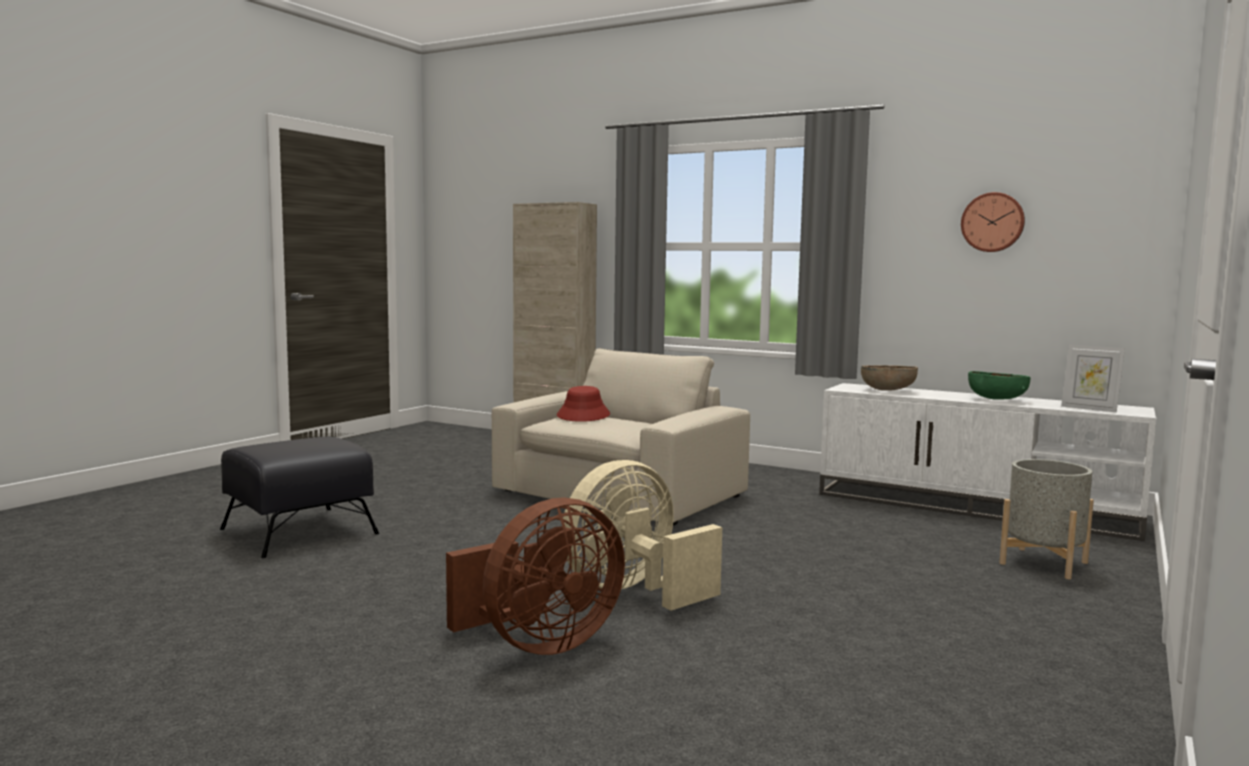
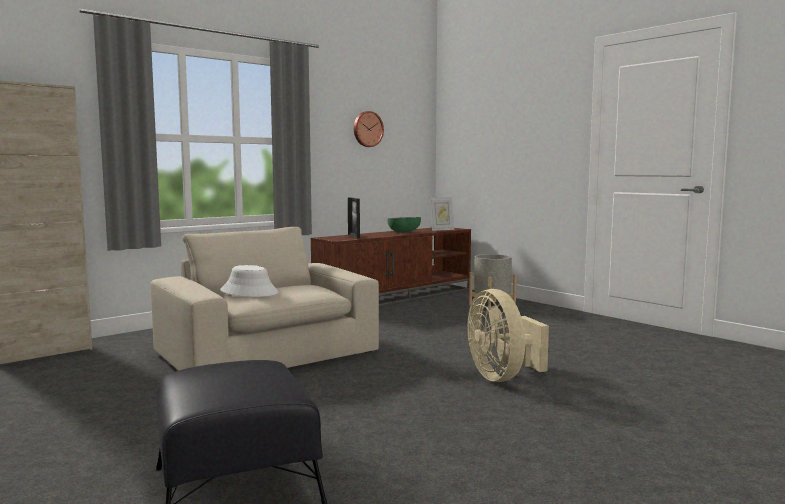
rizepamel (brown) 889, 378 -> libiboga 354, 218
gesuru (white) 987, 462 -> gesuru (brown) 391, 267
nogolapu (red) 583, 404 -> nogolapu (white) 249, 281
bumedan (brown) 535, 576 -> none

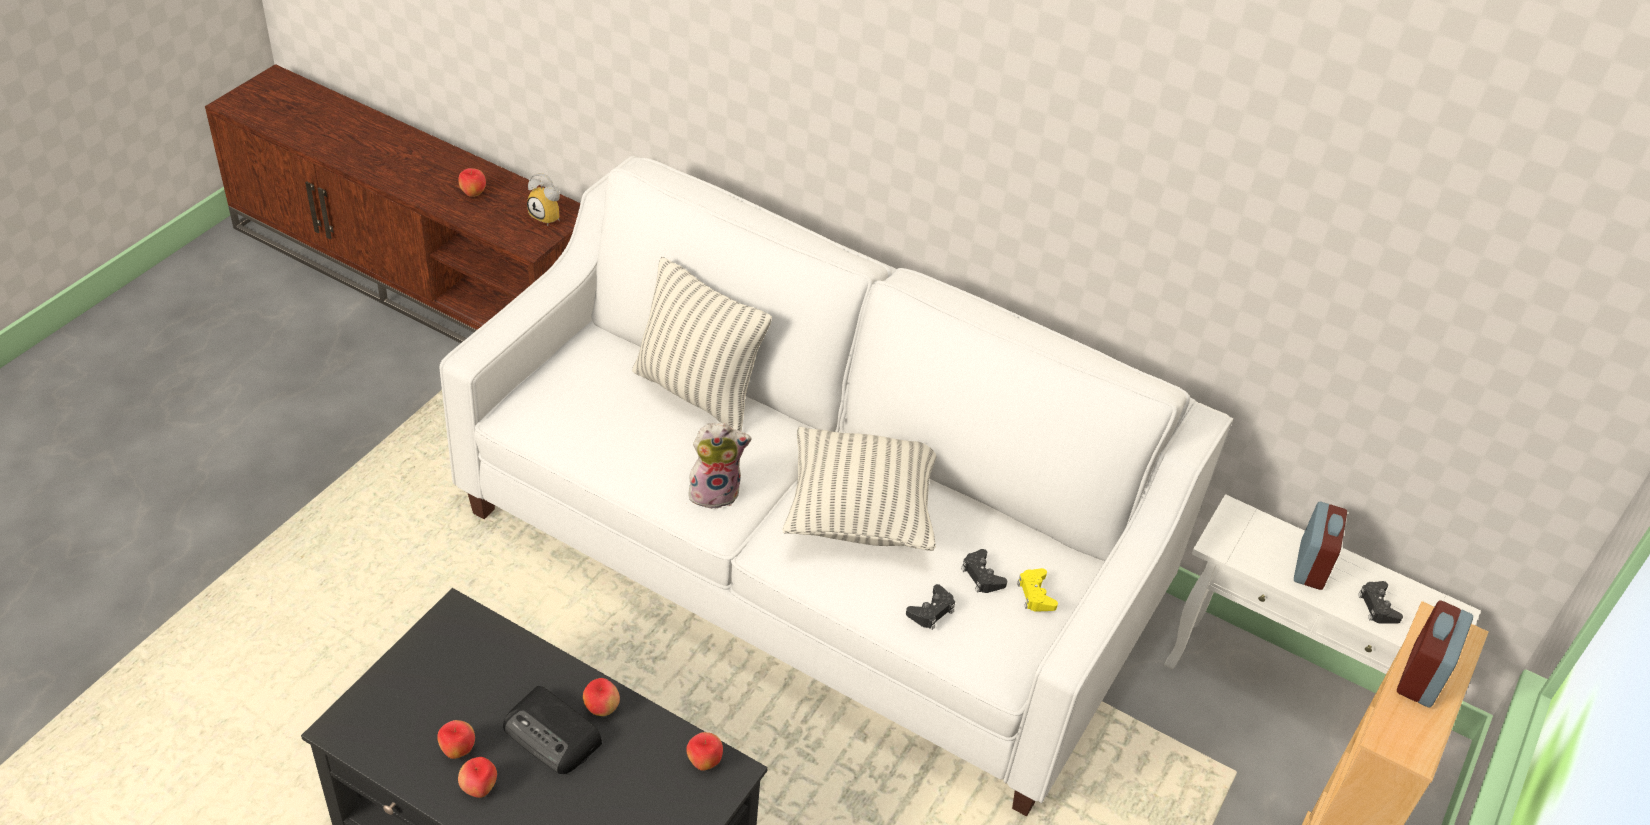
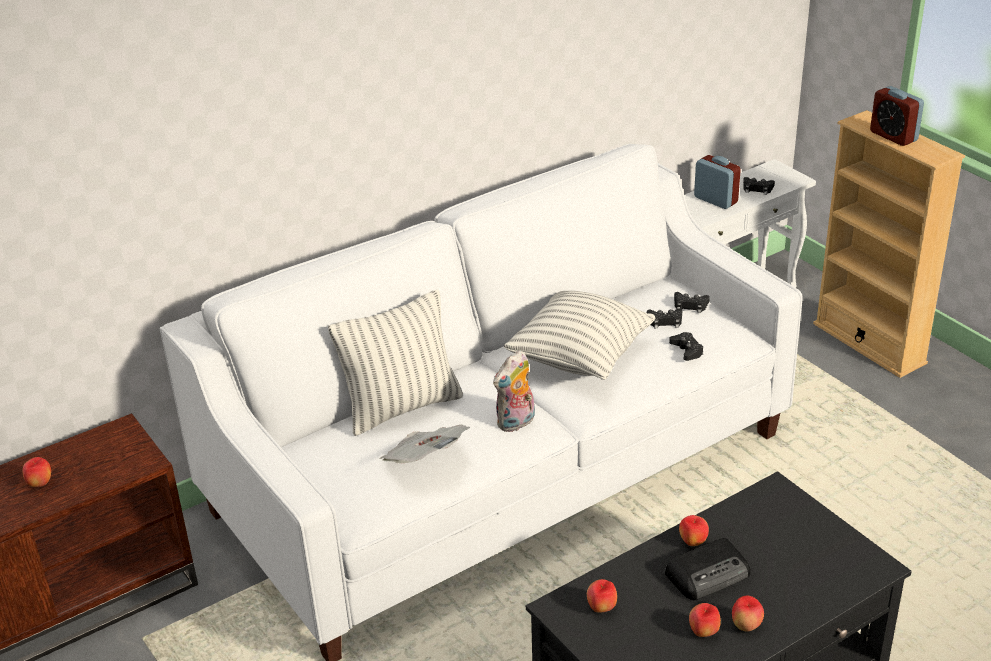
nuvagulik 543, 199 -> none
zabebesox 720, 466 -> zabebesox 514, 391, 150 degrees counterclockwise
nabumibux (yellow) 1037, 590 -> nabumibux (black) 692, 302
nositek 704, 751 -> nositek 602, 596, moved
none -> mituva 424, 443

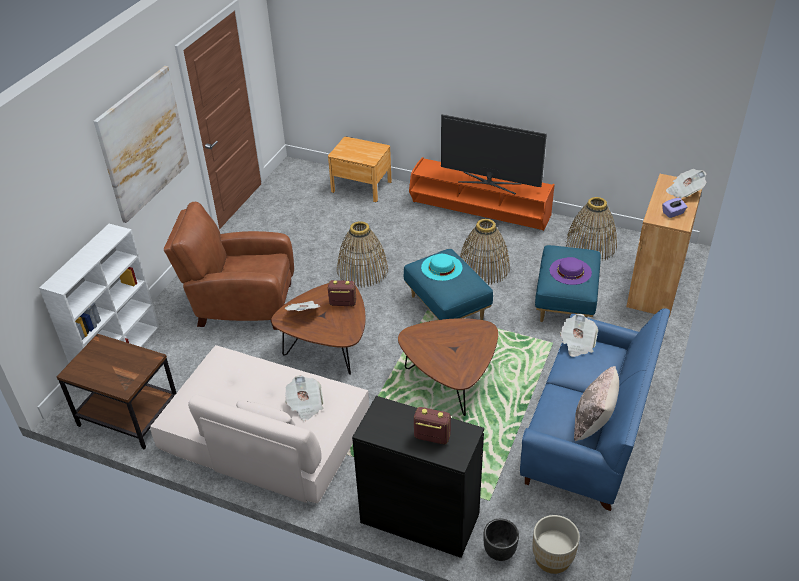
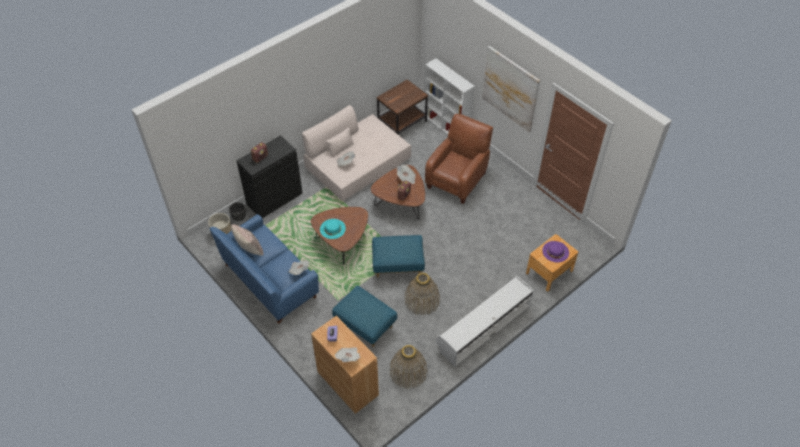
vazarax 494, 154 -> none
gesuru (orange) 482, 194 -> gesuru (white) 485, 321
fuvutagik 362, 254 -> none
nogolapu (turquoise) 442, 267 -> nogolapu (turquoise) 333, 229, moved
nogolapu (purple) 571, 271 -> nogolapu (purple) 555, 251, moved

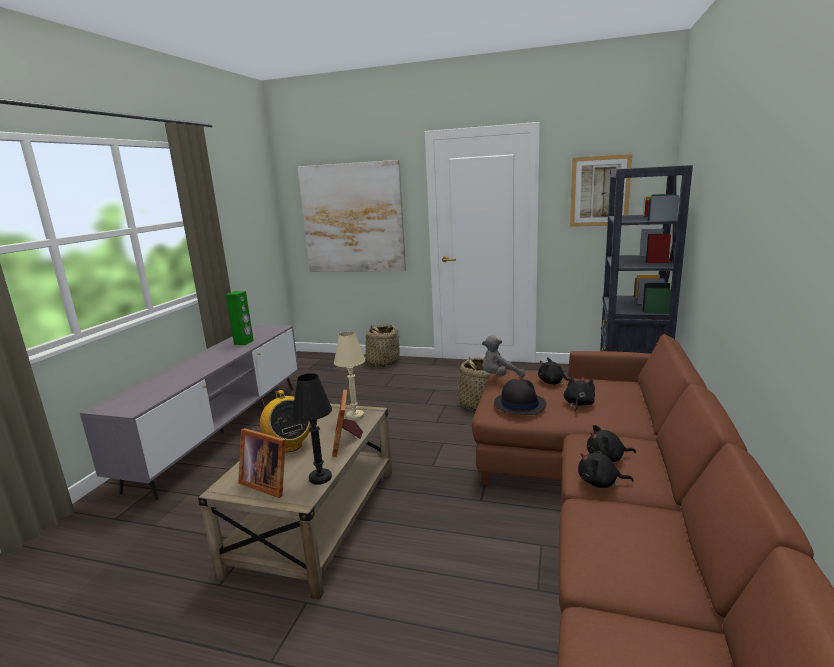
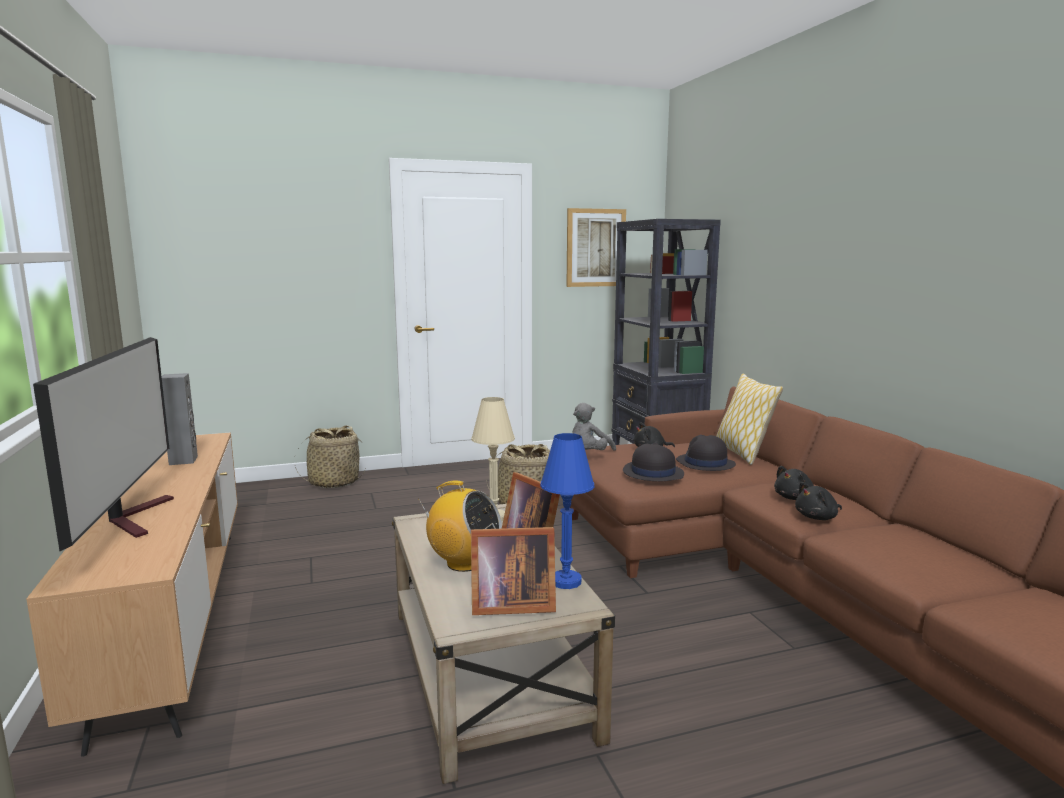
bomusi 352, 216 -> none
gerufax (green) 240, 318 -> gerufax (grey) 179, 419
gesuru (grey) 189, 412 -> gesuru (brown) 132, 594
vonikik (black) 312, 429 -> vonikik (blue) 567, 511
zabebesox (black) 579, 394 -> nogolapu (black) 706, 453
none -> vazarax 103, 444
none -> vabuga 749, 419

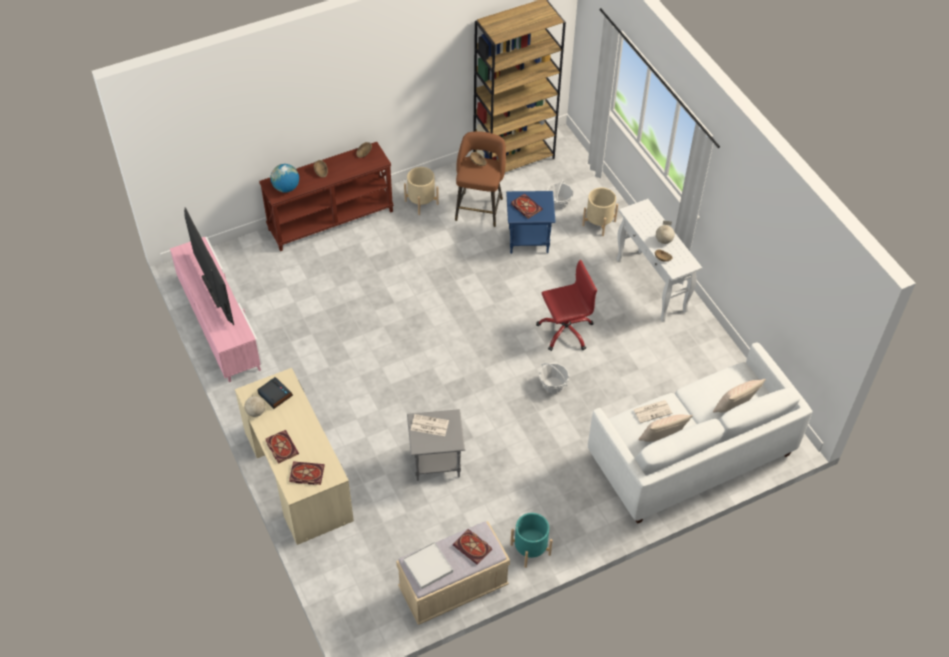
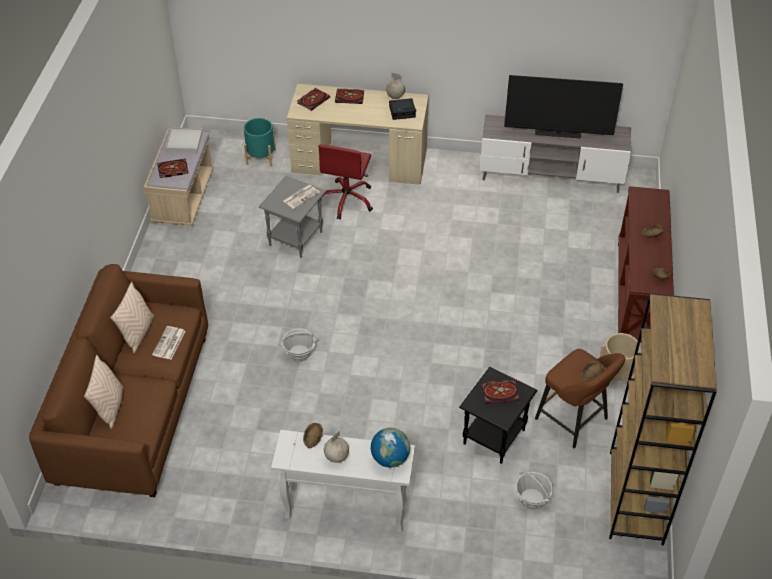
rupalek 284, 178 -> rupalek 390, 448, moved
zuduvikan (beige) 600, 212 -> none
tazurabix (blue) 531, 222 -> tazurabix (black) 498, 415
gesuru (pink) 216, 309 -> gesuru (grey) 555, 154
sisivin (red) 566, 305 -> sisivin (red) 345, 182, moved
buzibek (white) 700, 433 -> buzibek (brown) 118, 380
zuduvikan (turquoise) 531, 540 -> zuduvikan (turquoise) 260, 142, moved

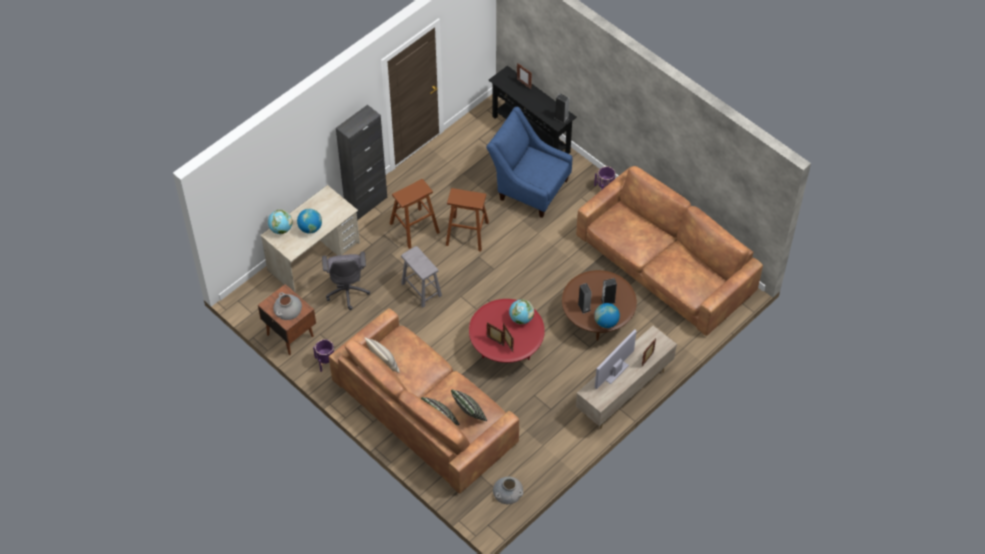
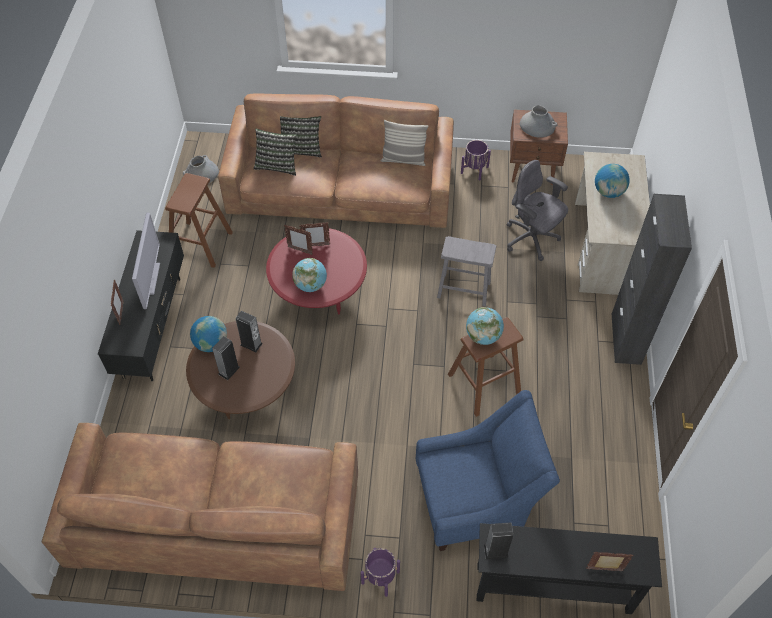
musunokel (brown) 415, 214 -> musunokel (brown) 199, 220, moved
rupalek 280, 222 -> rupalek 485, 326, moved
gesuru (beige) 626, 377 -> gesuru (black) 140, 305

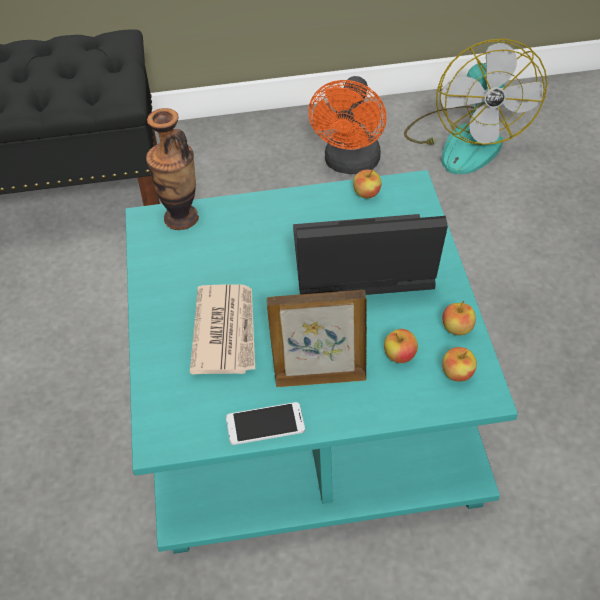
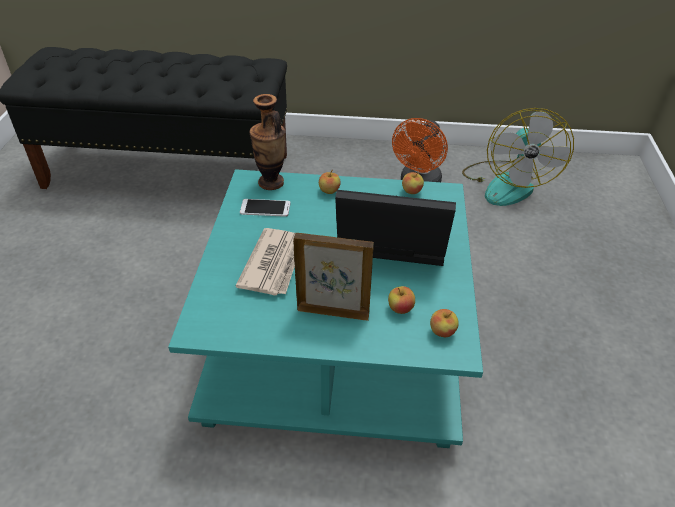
nositek 459, 318 -> nositek 330, 182, moved
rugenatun 265, 423 -> rugenatun 265, 208, moved

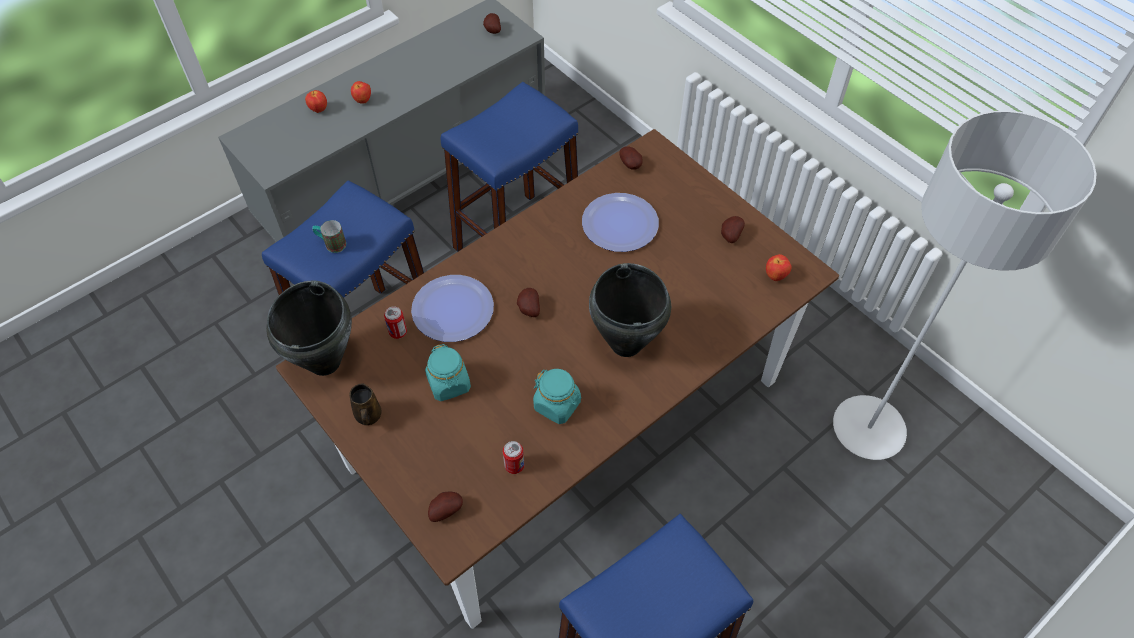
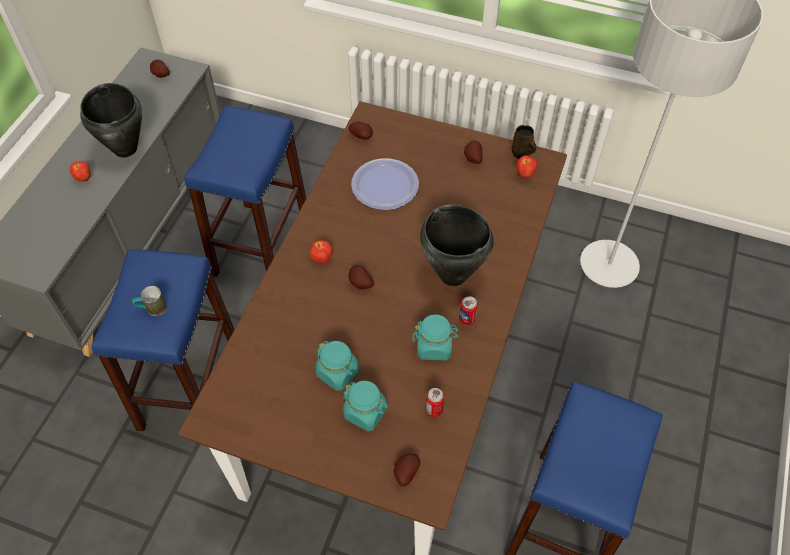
nositek 316, 101 -> nositek 321, 251, moved
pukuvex 452, 308 -> none
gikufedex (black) 309, 328 -> gikufedex (black) 111, 120, moved
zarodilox 395, 322 -> zarodilox 468, 310, moved
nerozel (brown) 365, 404 -> nerozel (brown) 524, 142, moved
none -> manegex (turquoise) 365, 406

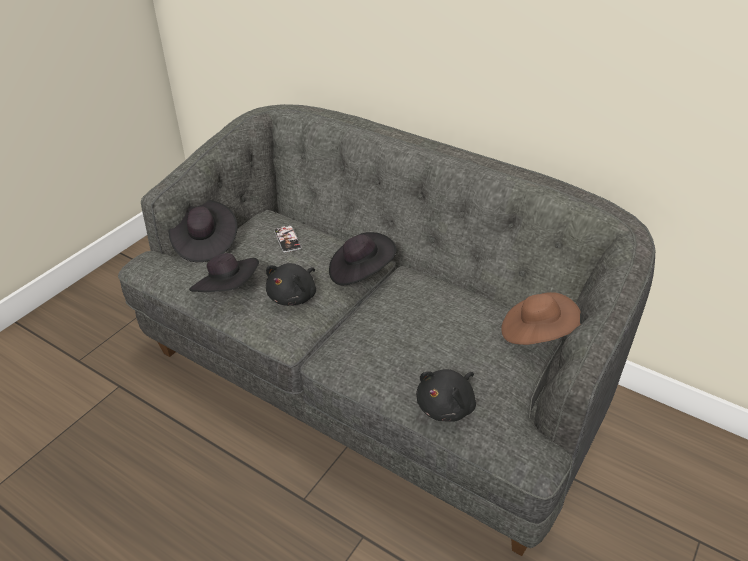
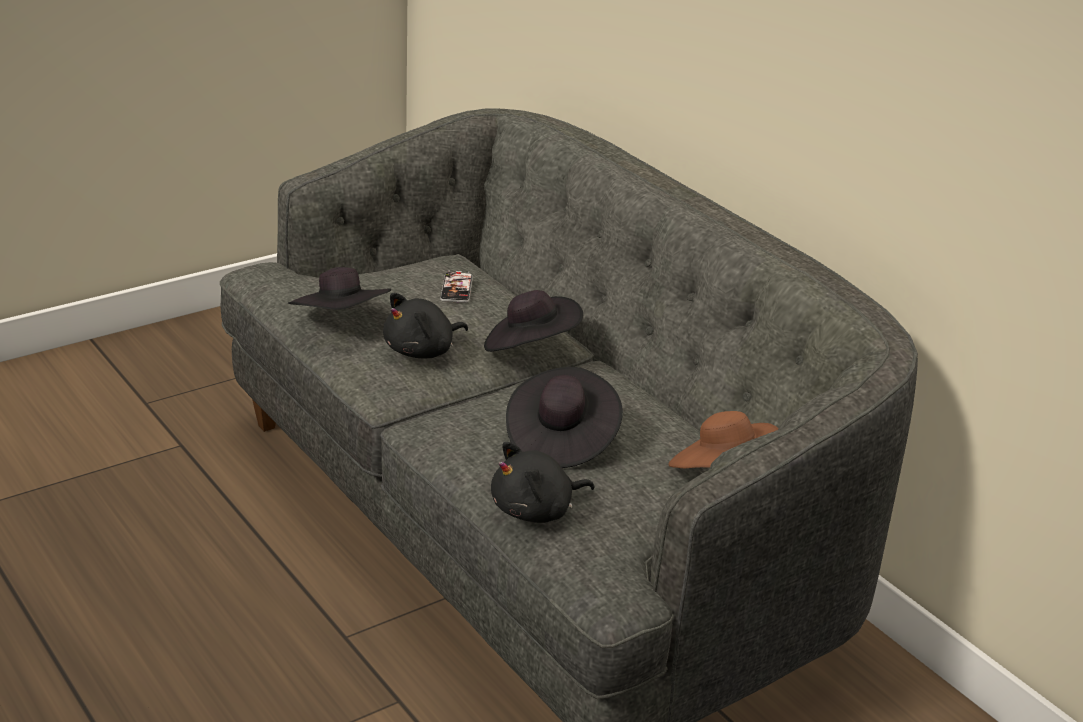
nogolapu (black) 203, 231 -> nogolapu (black) 564, 417, moved

